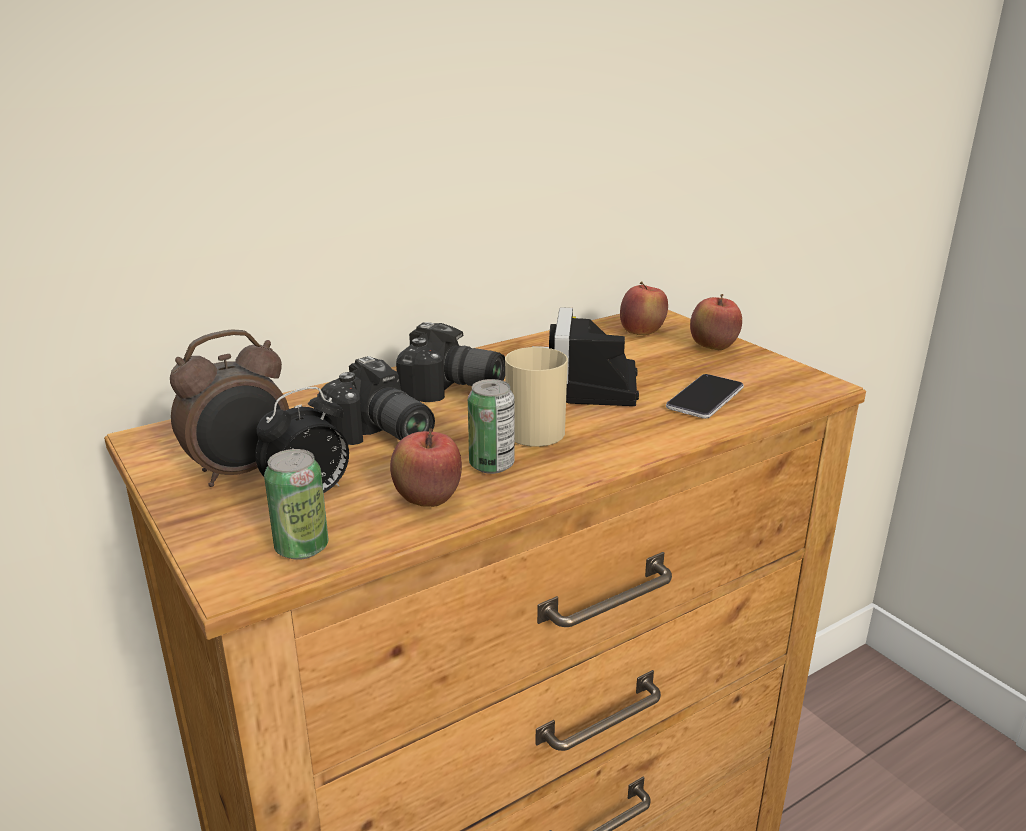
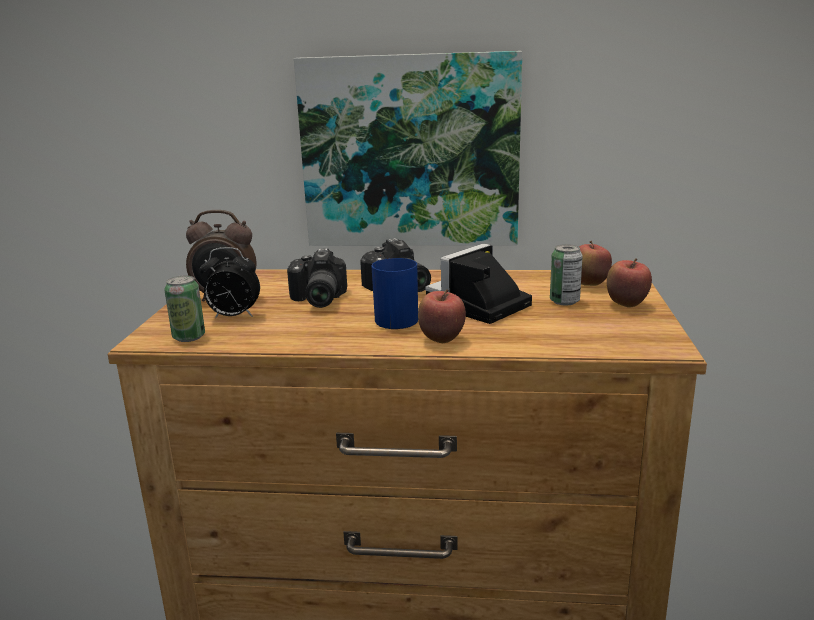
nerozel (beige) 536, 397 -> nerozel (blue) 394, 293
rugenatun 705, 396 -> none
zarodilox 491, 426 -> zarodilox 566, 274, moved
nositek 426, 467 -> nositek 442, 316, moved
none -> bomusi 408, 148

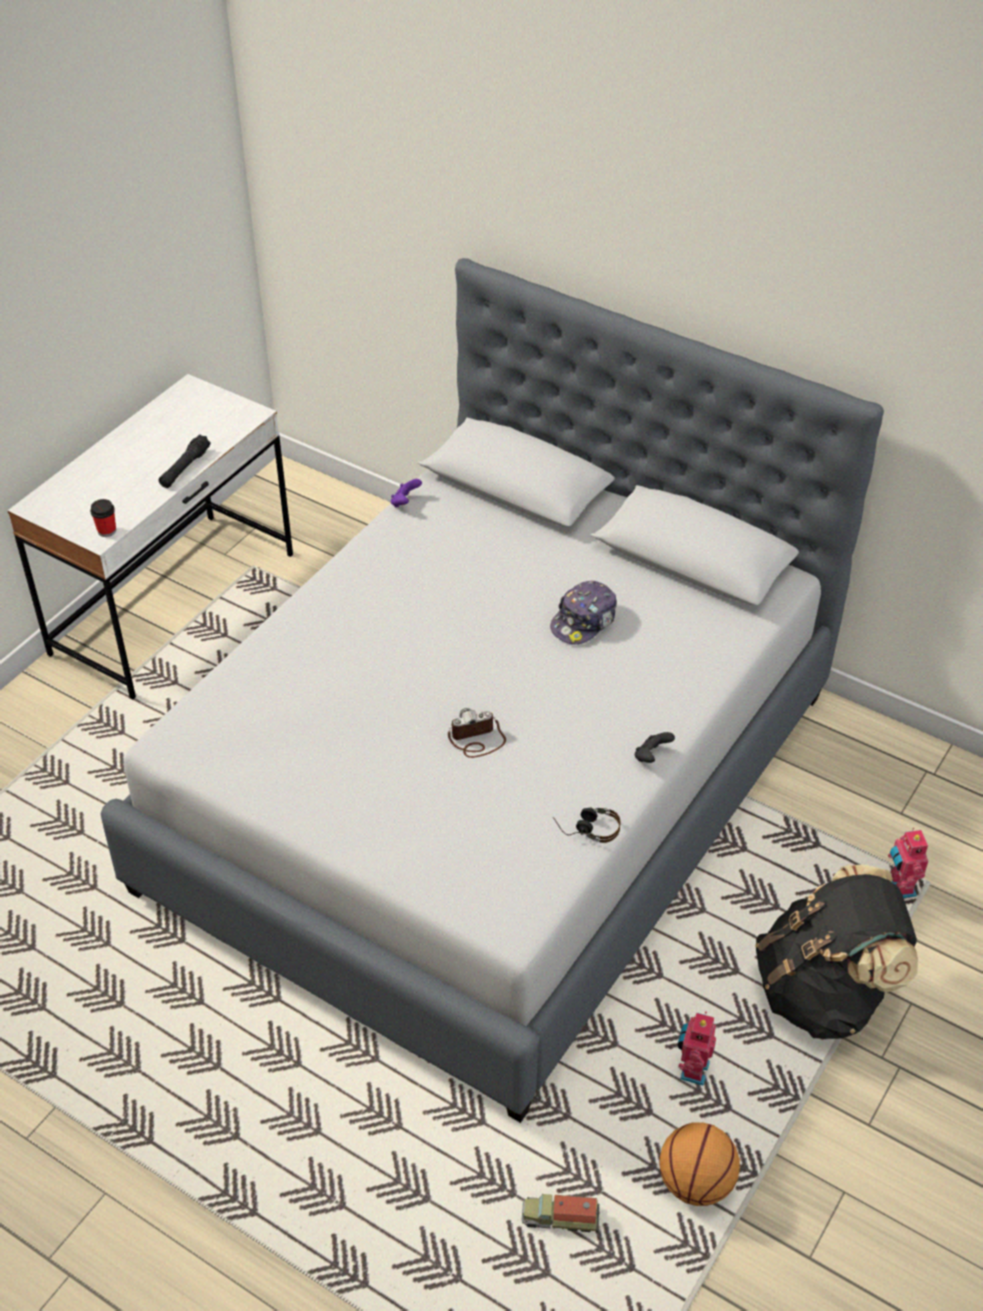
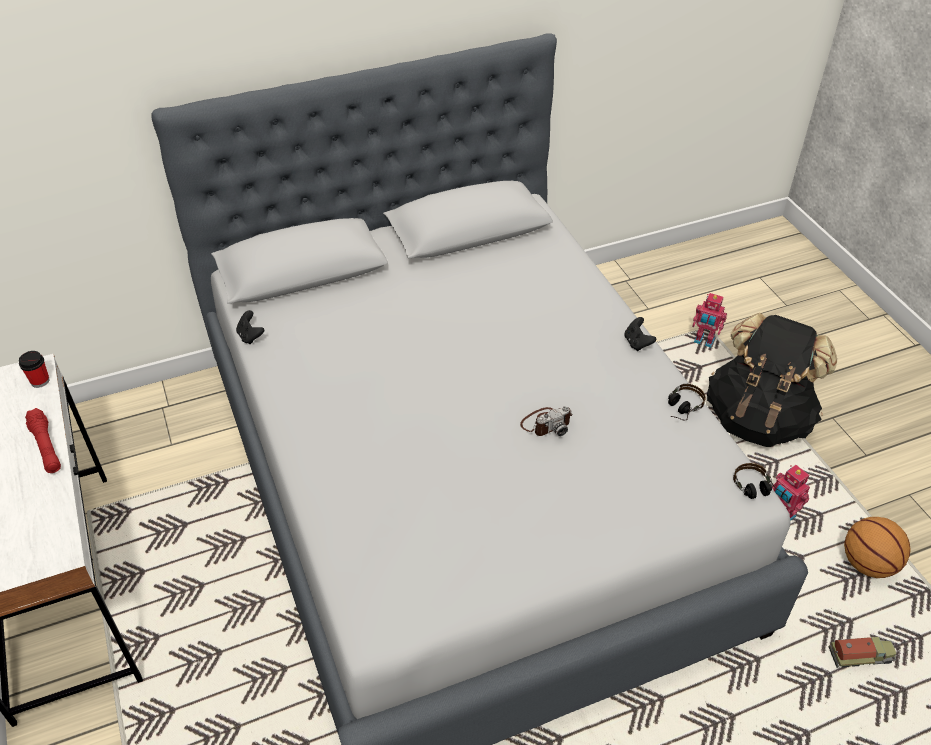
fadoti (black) 185, 461 -> fadoti (red) 43, 440
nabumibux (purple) 406, 493 -> nabumibux (black) 250, 327
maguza 103, 518 -> maguza 34, 369, moved
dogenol 583, 613 -> none
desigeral 477, 733 -> desigeral 546, 421, 135 degrees counterclockwise
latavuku 561, 1213 -> latavuku 862, 652, 135 degrees counterclockwise
none -> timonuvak 760, 483

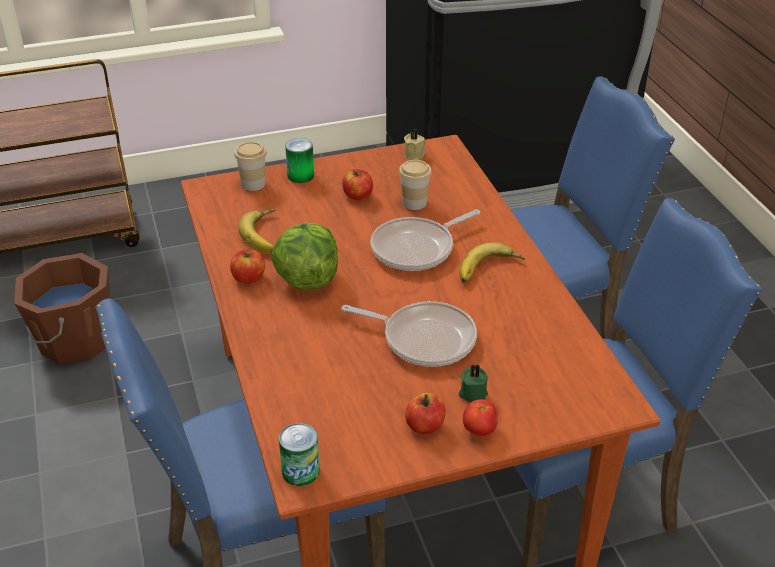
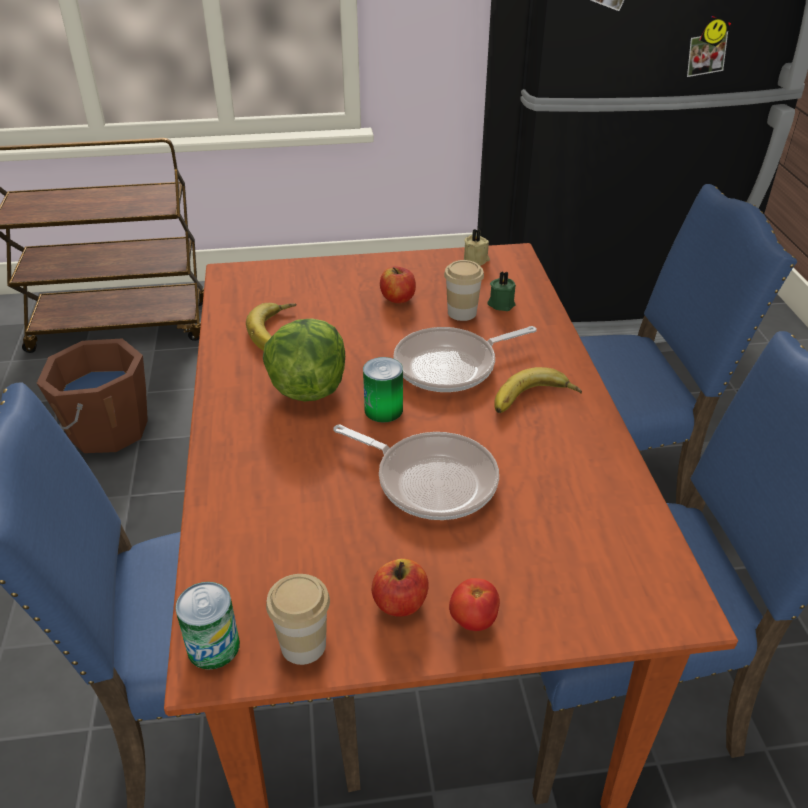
zarodilox 299, 160 -> zarodilox 383, 389, moved
maguza 250, 166 -> maguza 298, 619, moved
nositek 247, 266 -> none
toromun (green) 473, 383 -> toromun (green) 501, 291, moved

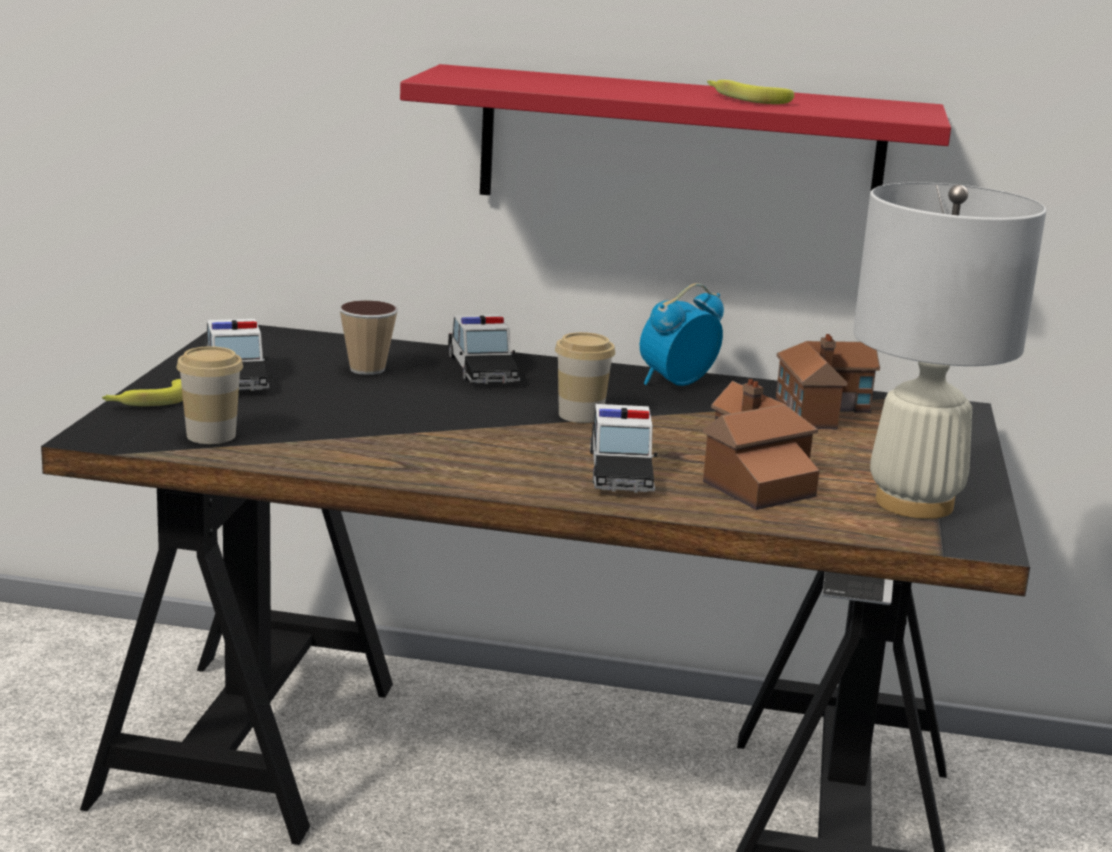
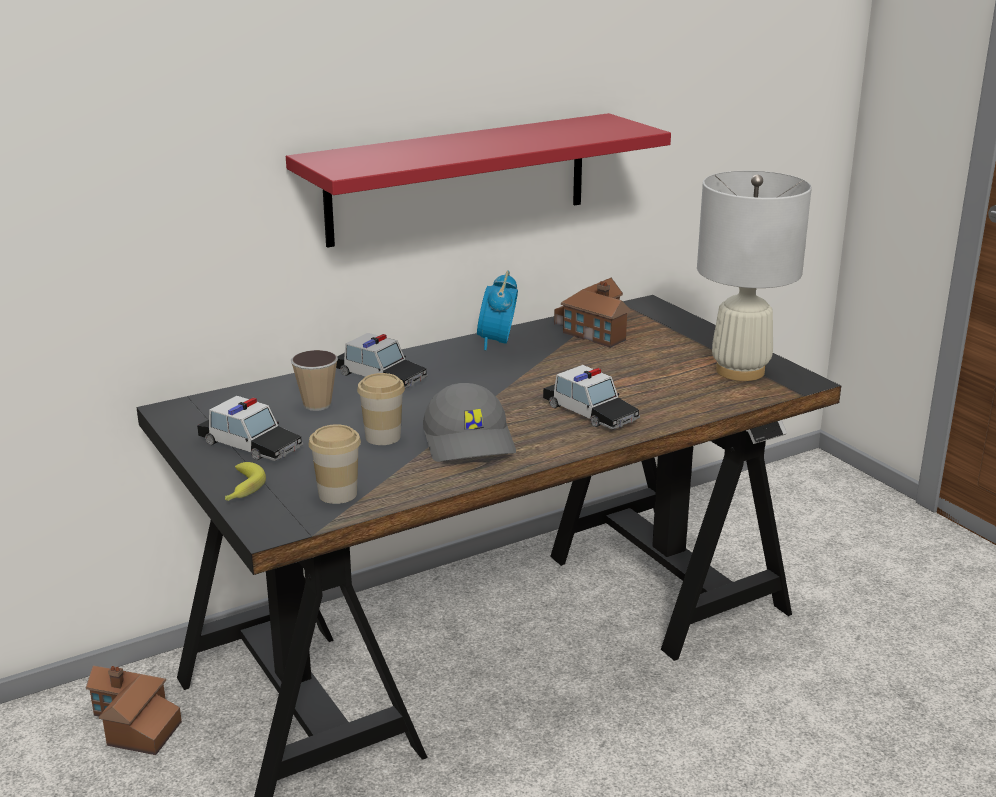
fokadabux 750, 92 -> none
maguza 585, 377 -> maguza 381, 409, moved
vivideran 761, 444 -> vivideran 134, 710, moved
none -> dogenol (grey) 469, 422

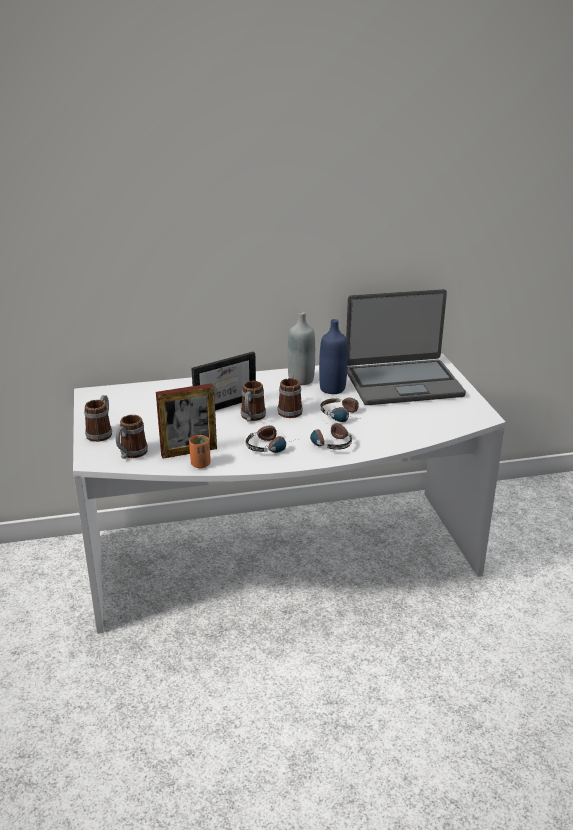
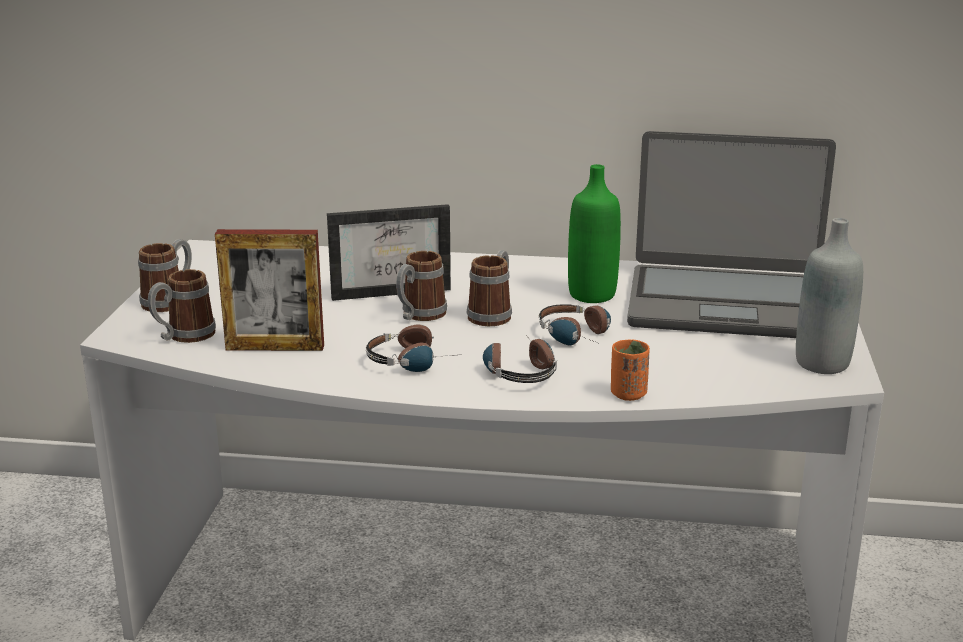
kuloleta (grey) 301, 348 -> kuloleta (grey) 829, 296, moved
kuloleta (blue) 333, 356 -> kuloleta (green) 594, 233
maguza (orange) 200, 451 -> maguza (orange) 630, 370, moved

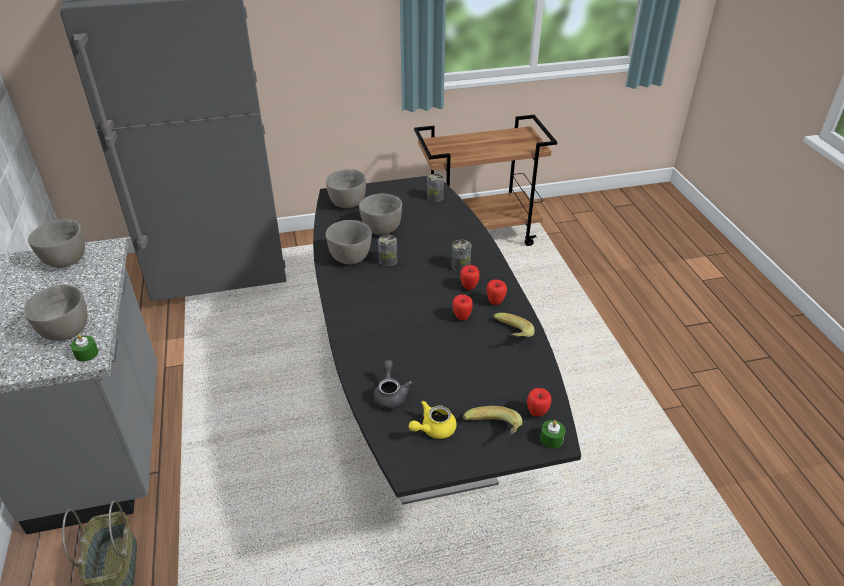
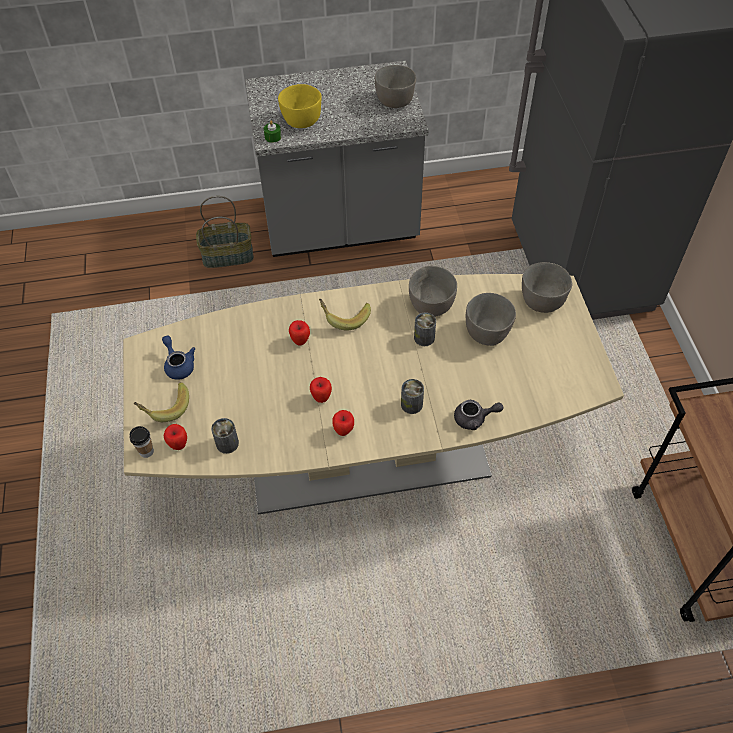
zarodilox 435, 188 -> zarodilox 225, 436, moved
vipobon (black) 447, 340 -> vipobon (beige) 373, 394
nositek 469, 277 -> nositek 299, 333, moved
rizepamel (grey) 55, 312 -> rizepamel (yellow) 300, 106
fokadabux 514, 325 -> fokadabux 345, 315, moved
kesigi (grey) 393, 385 -> kesigi (grey) 479, 415, moved
kesigi (yellow) 433, 420 -> kesigi (blue) 178, 358
toromun (green) 552, 434 -> maguza 142, 442

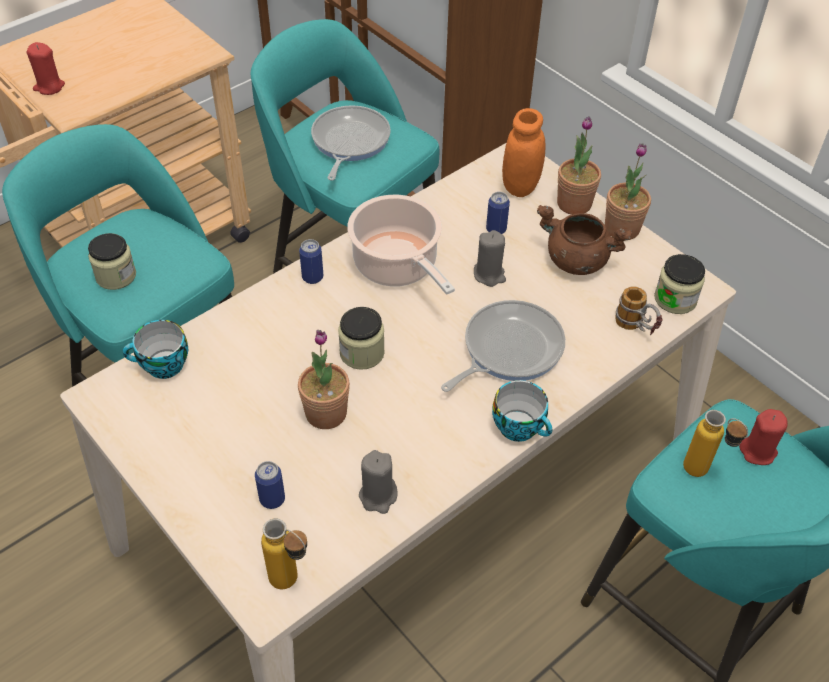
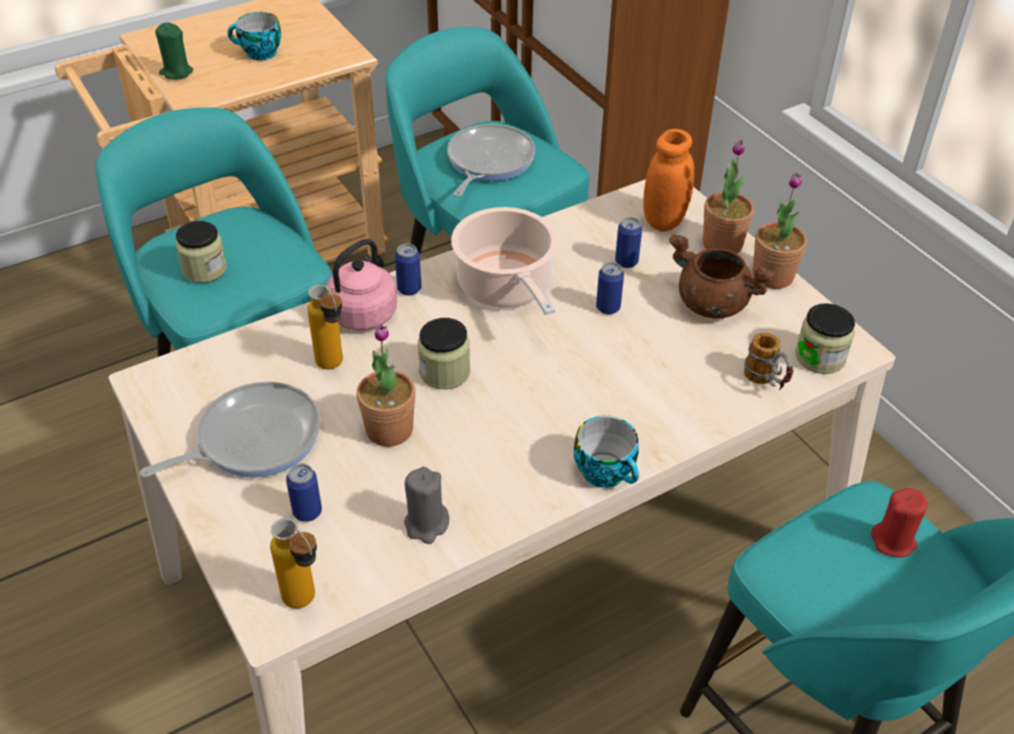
toromun (red) 45, 68 -> toromun (green) 174, 51
toromun (grey) 490, 258 -> zarodilox 610, 288
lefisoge 503, 346 -> lefisoge 230, 430, moved
maguza 155, 349 -> maguza 254, 36, moved
kuloleta 715, 443 -> kuloleta 325, 327, moved
none -> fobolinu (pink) 361, 284

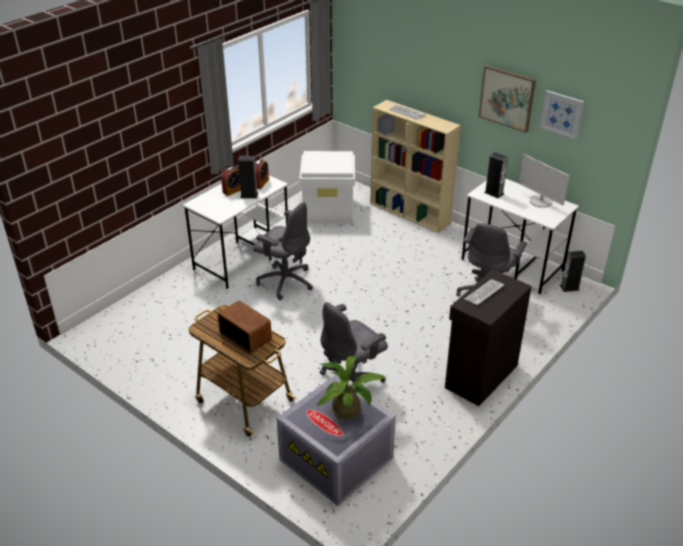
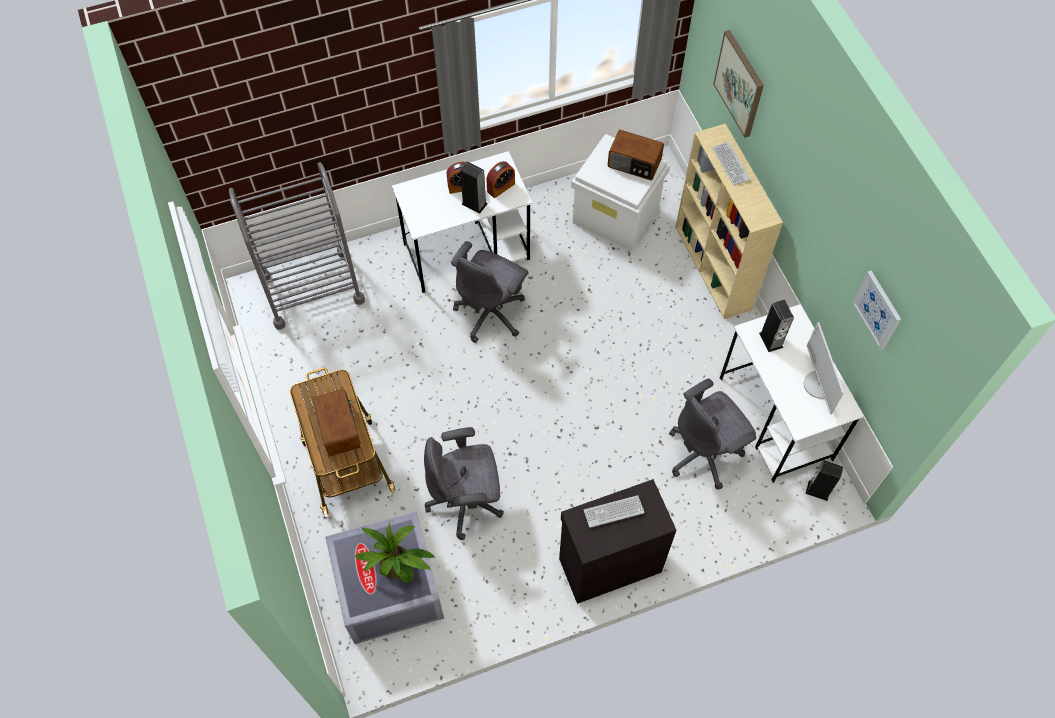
bomusi 507, 99 -> bomusi 738, 84, moved
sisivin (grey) 283, 251 -> sisivin (grey) 490, 292, 60 degrees clockwise
none -> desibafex 636, 155
none -> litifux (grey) 297, 246

